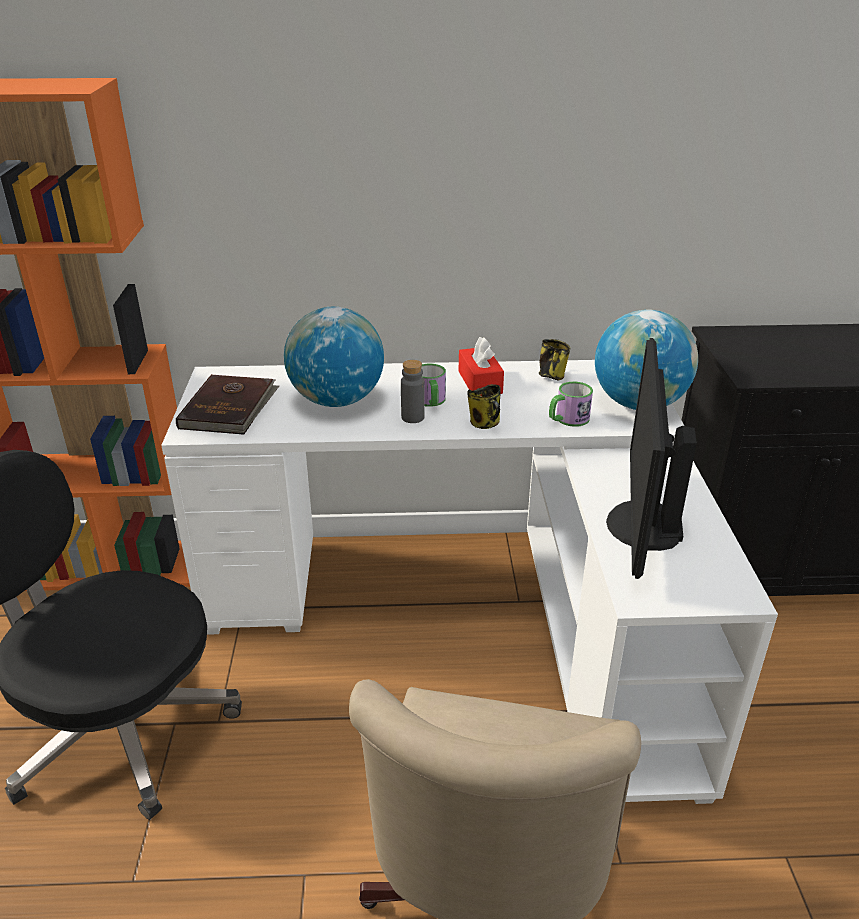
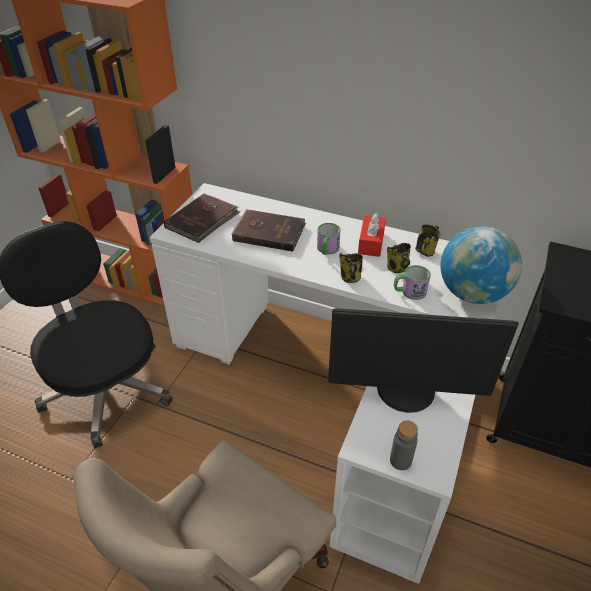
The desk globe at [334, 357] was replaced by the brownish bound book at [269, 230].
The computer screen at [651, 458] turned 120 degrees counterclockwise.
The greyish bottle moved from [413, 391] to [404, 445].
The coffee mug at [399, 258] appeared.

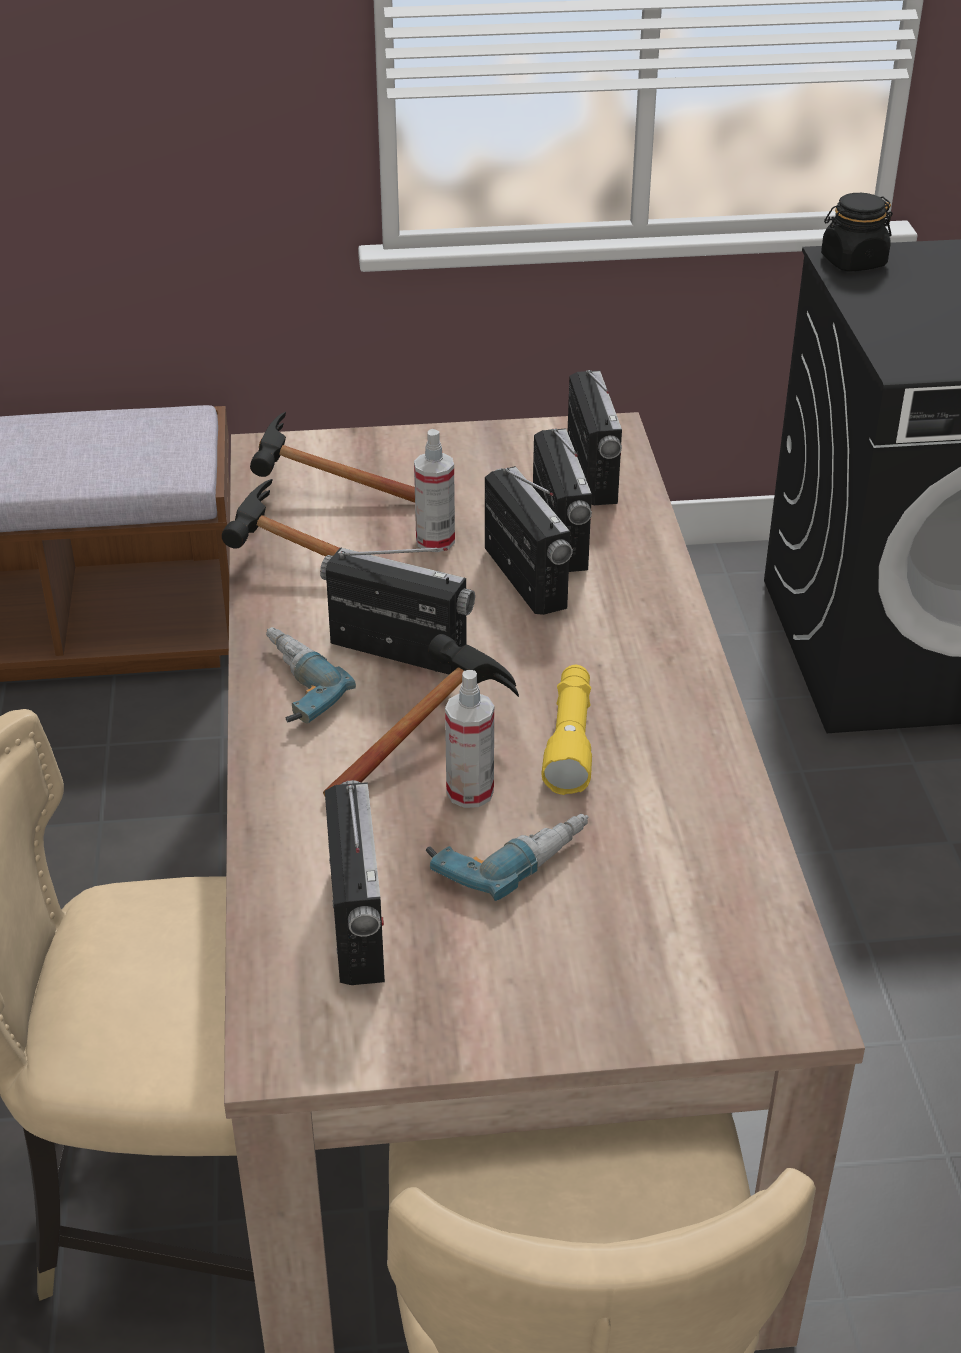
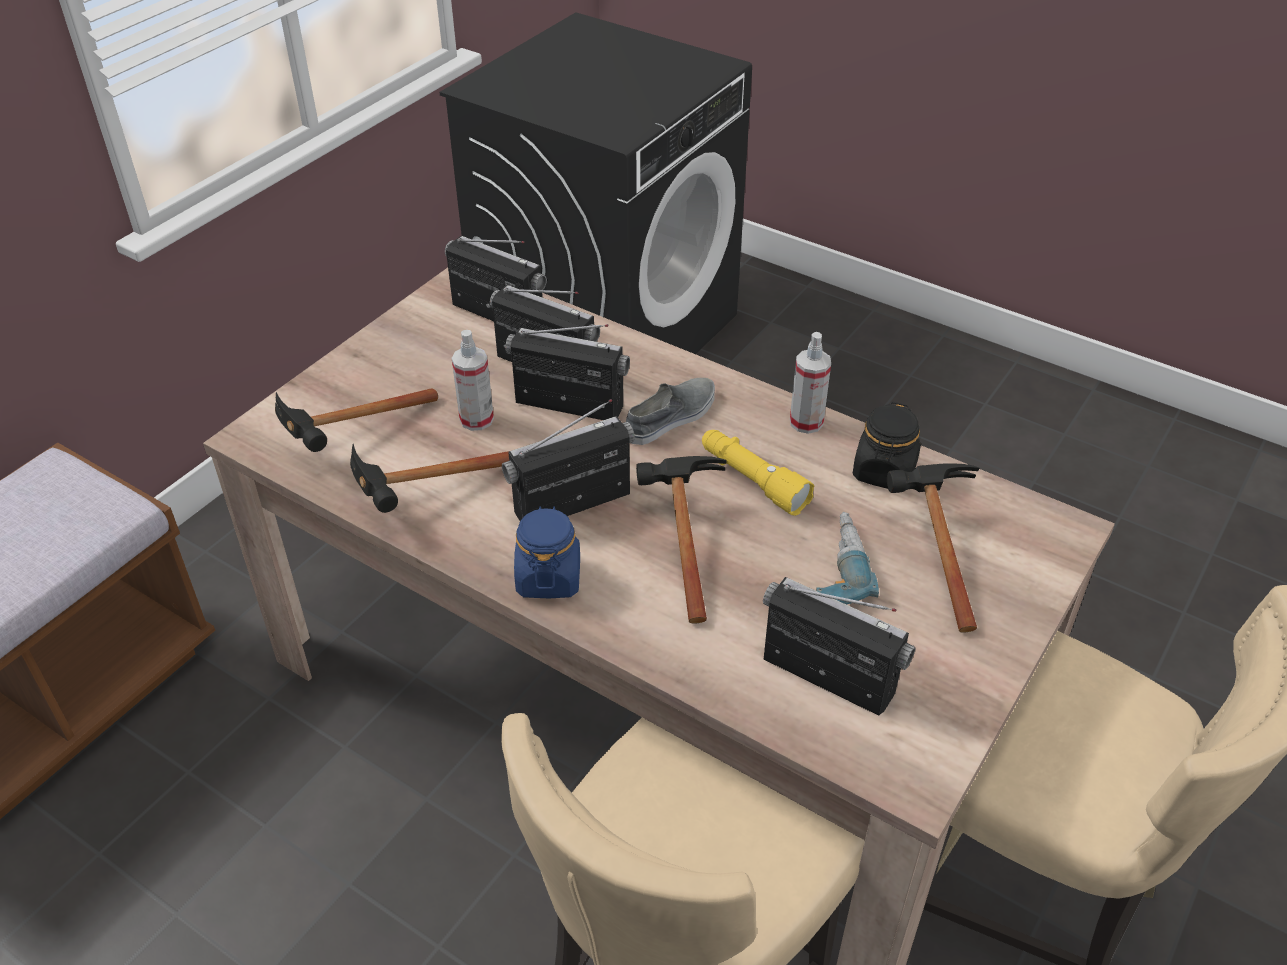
The black-coloured storage jar moved from [857, 232] to [887, 445].
The electric drill at [311, 675] was replaced by the blue storage jar at [547, 552].
The hand sprayer moved from [469, 739] to [810, 383].
The greyish item of footwear at [670, 411] appeared.
The hand hammer at [933, 548] appeared.

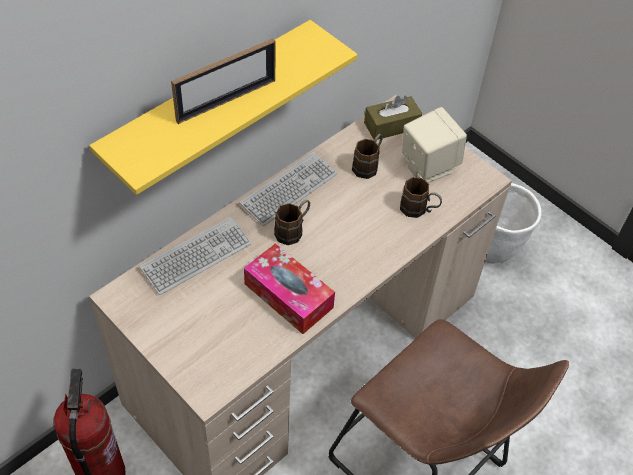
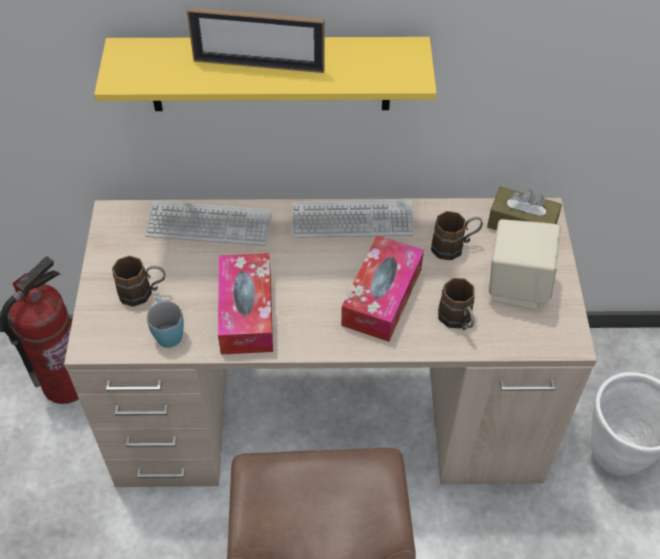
The brownish coffee mug moved from [292, 222] to [138, 281].
The tissue holder at [382, 288] appeared.
The blue coffee mug at [165, 321] appeared.

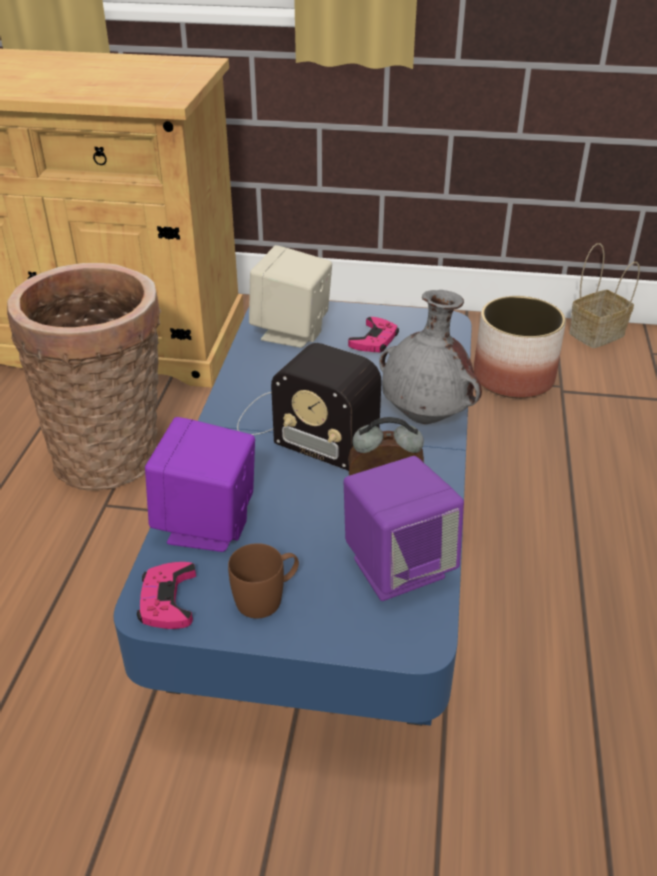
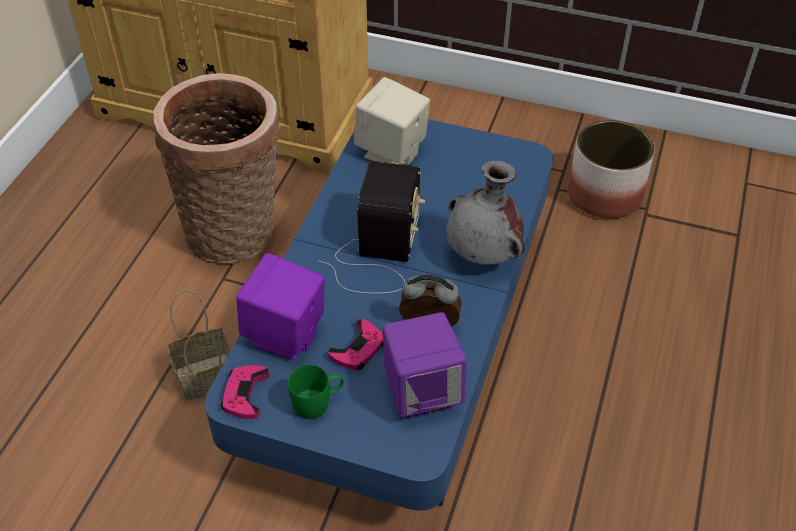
The storage basket moved from [604, 295] to [199, 345].
The pinkish joypad moved from [373, 335] to [355, 344].
The radio at [309, 407] turned 120 degrees counterclockwise.
The brownish coffee mug at [263, 580] became the green coffee mug at [316, 392].

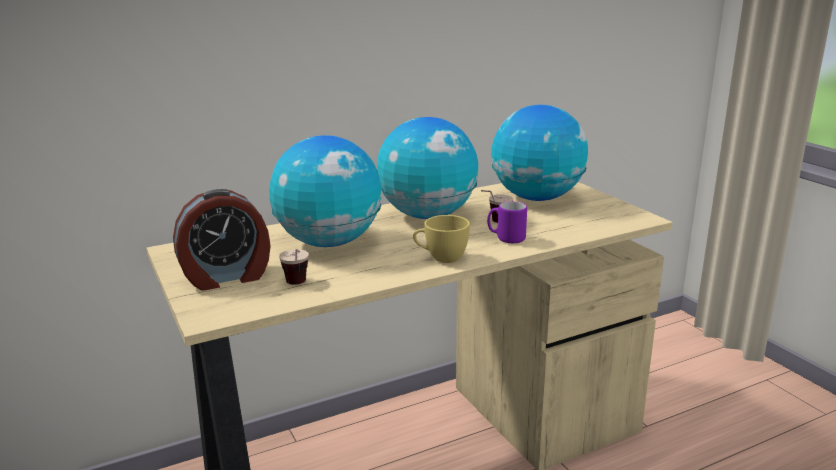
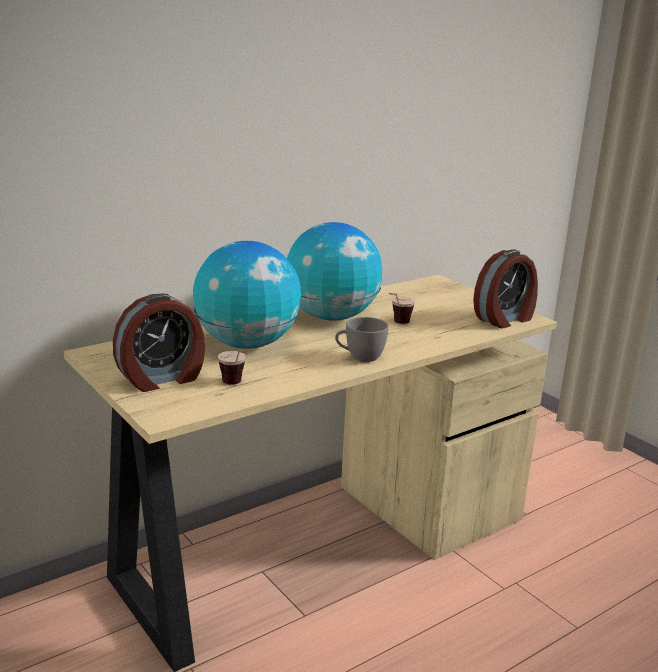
The desk globe at [539, 153] disappeared.
The purple-coloured coffee mug at [507, 222] disappeared.
The yellow-coloured small cup at [441, 239] became the greyish small cup at [362, 339].
The table clock at [505, 288] appeared.

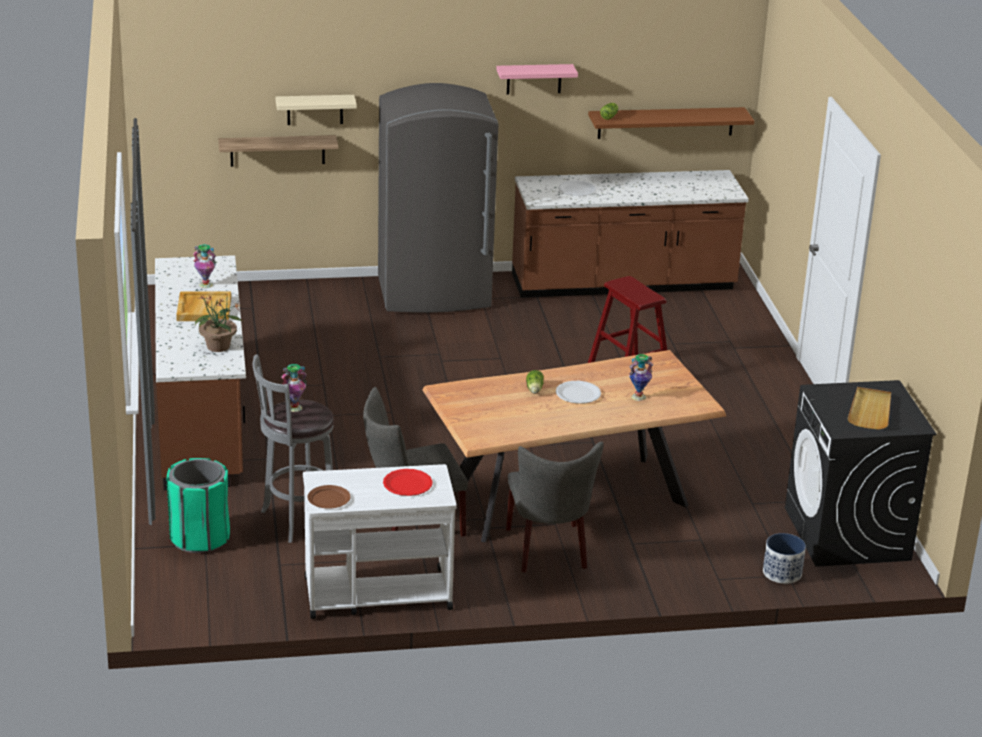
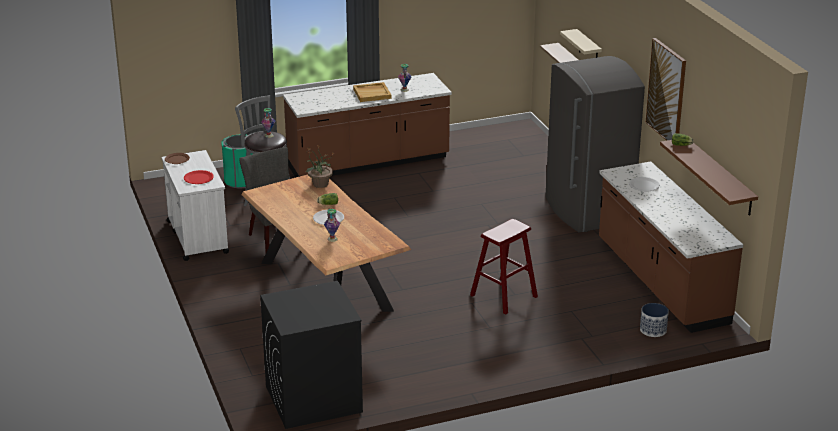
The pinkish wall shelf at [537, 79] was replaced by the wall picture at [666, 89].
The plant in a pot moved from [218, 323] to [319, 166].
The beige-coloured carrying tray at [869, 408] disappeared.
The greyish upright chair at [555, 507] disappeared.
The flower pot moved from [784, 558] to [654, 320].

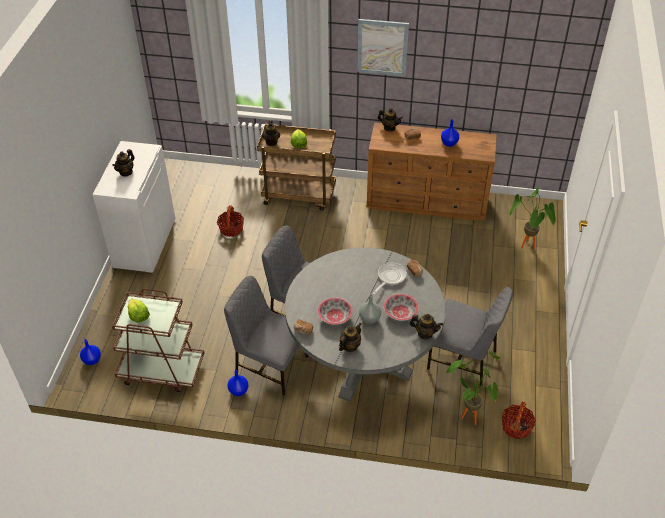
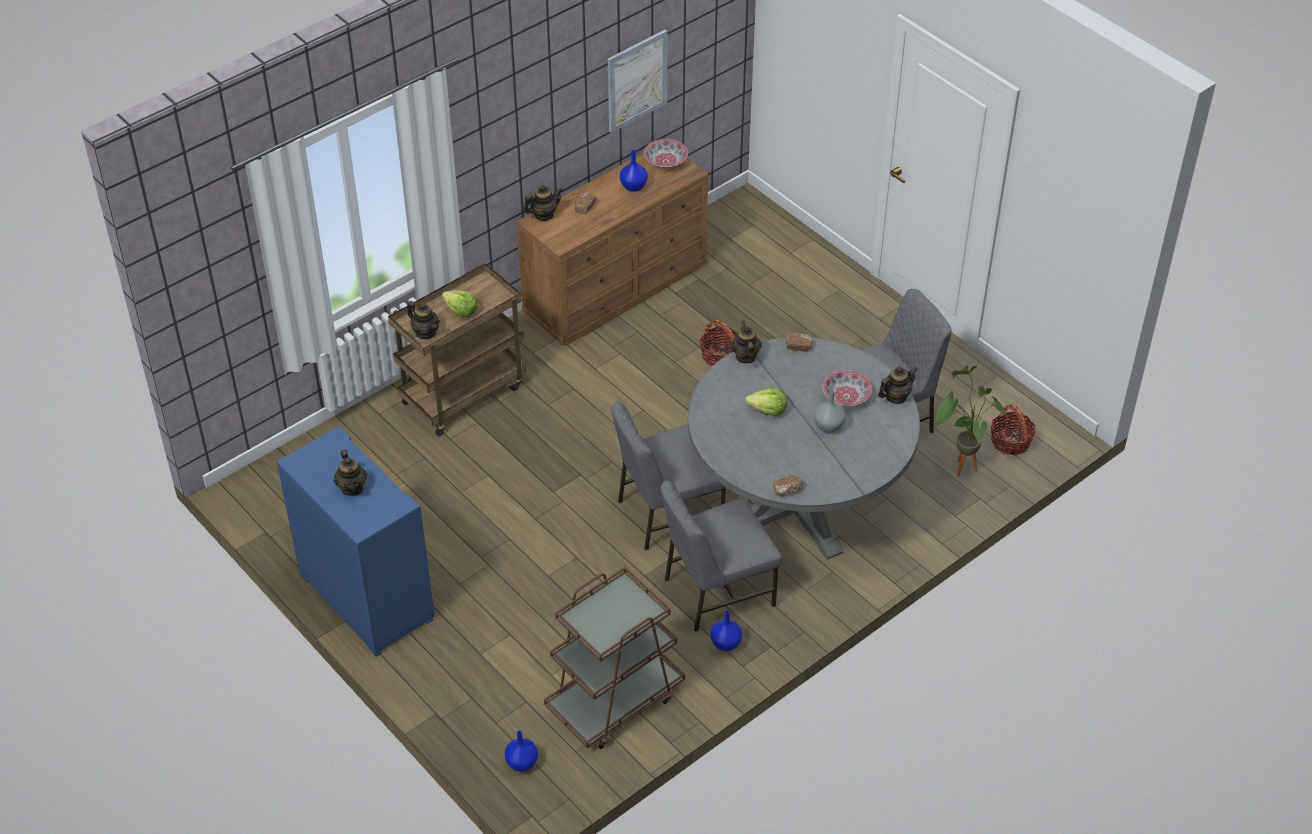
The wall picture moved from [383, 47] to [637, 81].
The white cupboard at [134, 207] became the blue cupboard at [356, 542].
The plant in a pot at [533, 218] disappeared.
The storage basket moved from [230, 221] to [719, 343].
The frying pan at [390, 278] disappeared.
The deep dish moved from [335, 311] to [666, 154].
The lettuce moved from [139, 311] to [766, 403].
The teapot moved from [350, 337] to [746, 342].

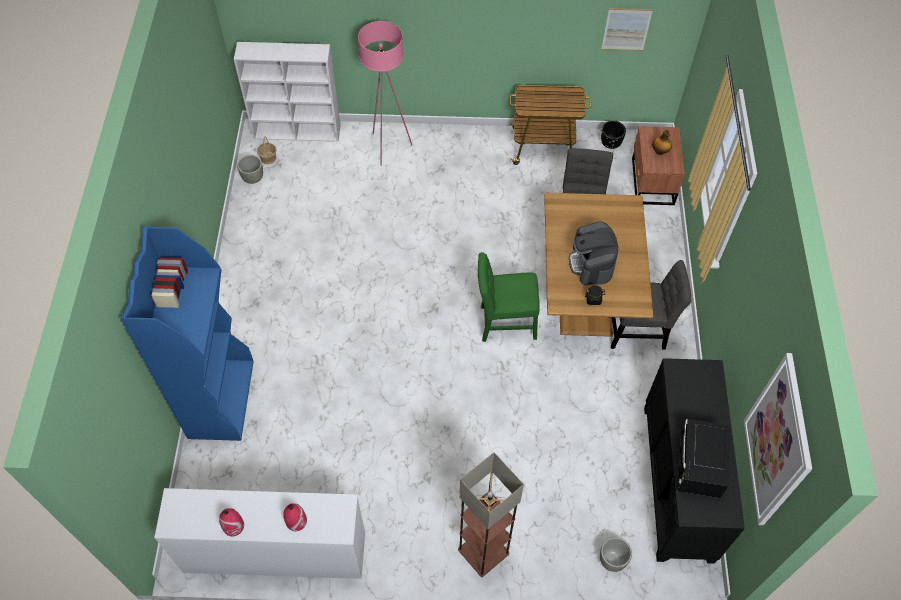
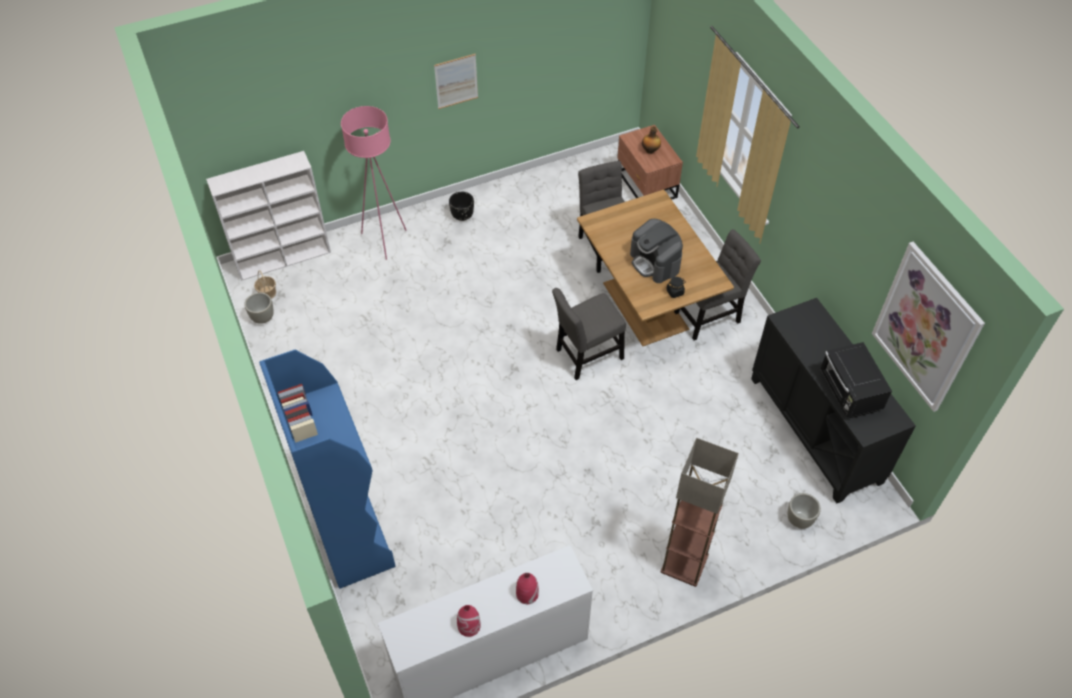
The wall picture moved from [627, 29] to [456, 81].
The wheeled cart at [550, 125] disappeared.
The black-coloured flower pot moved from [613, 135] to [461, 206].
The green upright chair at [509, 297] became the greyish upright chair at [589, 334].

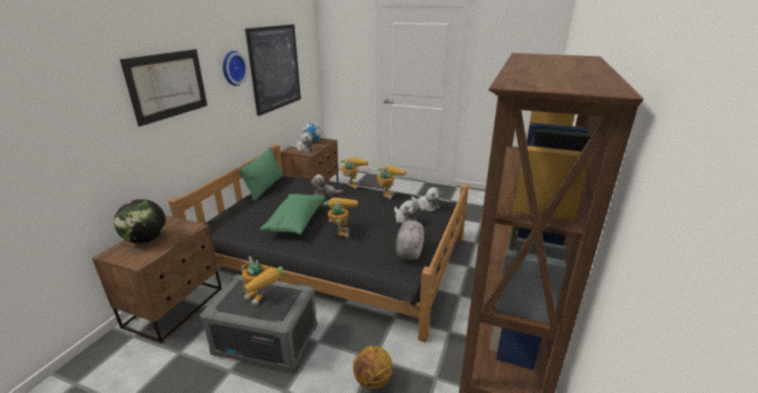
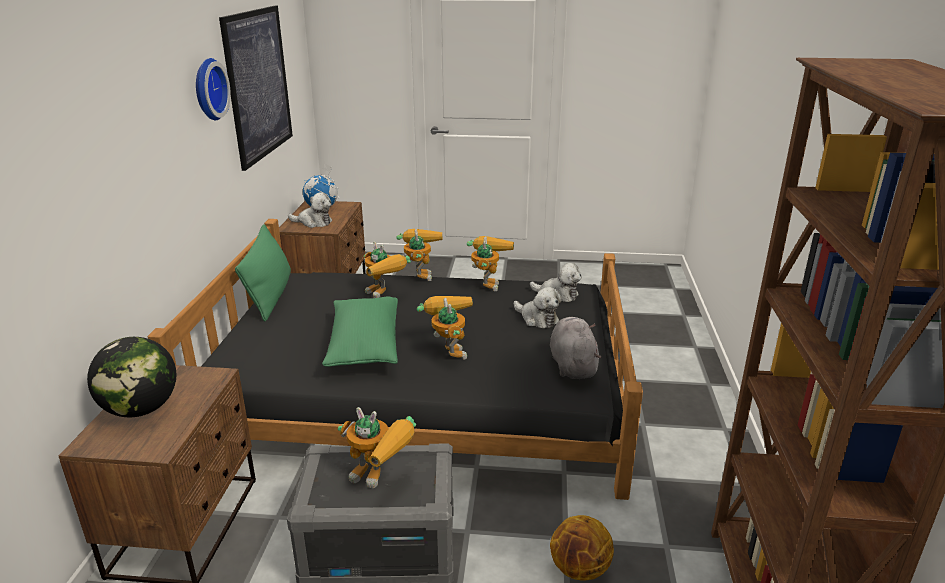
The wall picture at [163, 88] disappeared.
The cuddly toy at [327, 185] was replaced by the toy robot at [387, 269].

